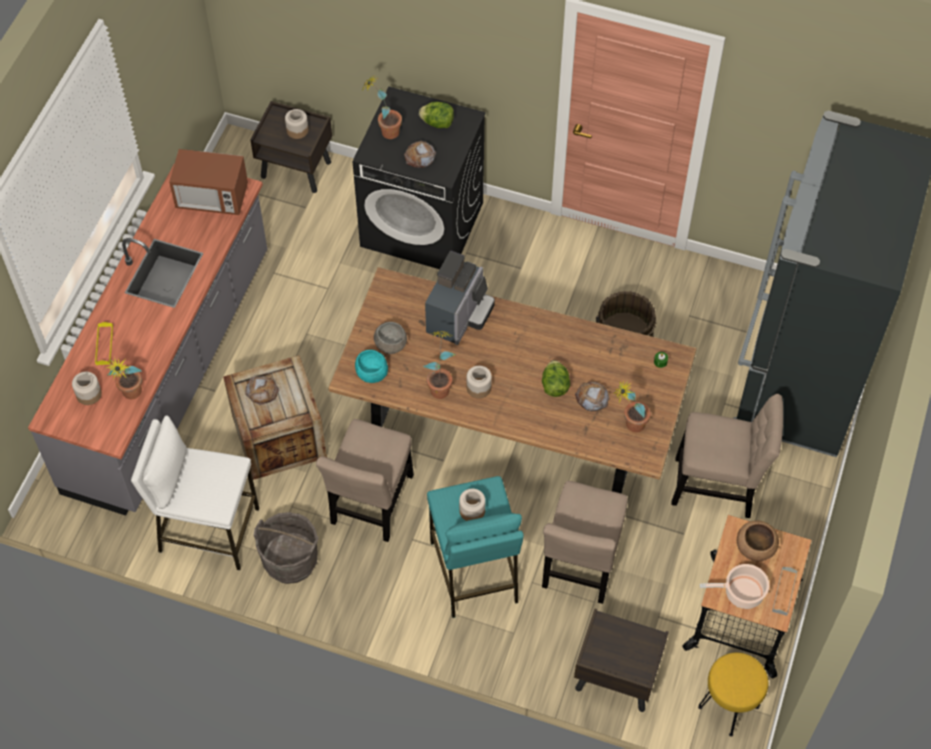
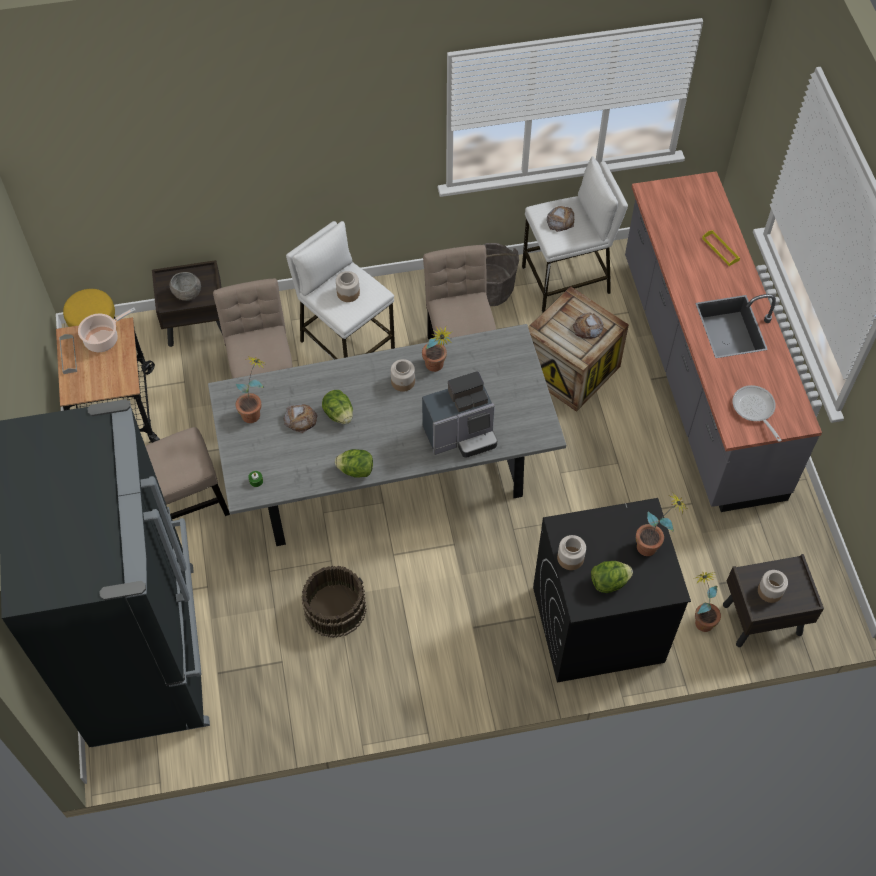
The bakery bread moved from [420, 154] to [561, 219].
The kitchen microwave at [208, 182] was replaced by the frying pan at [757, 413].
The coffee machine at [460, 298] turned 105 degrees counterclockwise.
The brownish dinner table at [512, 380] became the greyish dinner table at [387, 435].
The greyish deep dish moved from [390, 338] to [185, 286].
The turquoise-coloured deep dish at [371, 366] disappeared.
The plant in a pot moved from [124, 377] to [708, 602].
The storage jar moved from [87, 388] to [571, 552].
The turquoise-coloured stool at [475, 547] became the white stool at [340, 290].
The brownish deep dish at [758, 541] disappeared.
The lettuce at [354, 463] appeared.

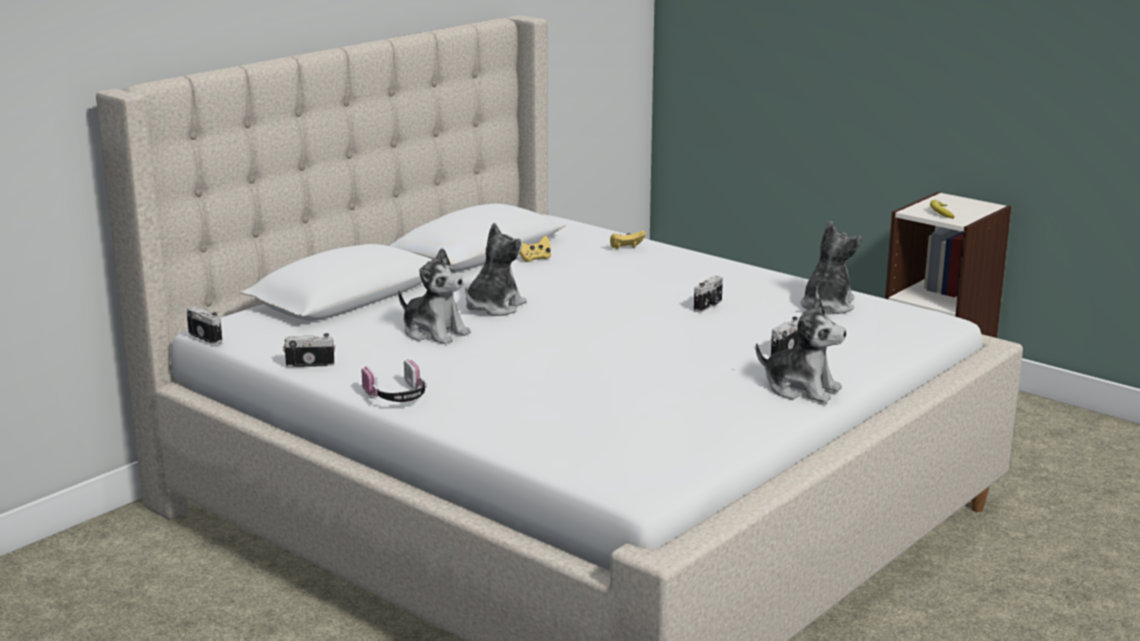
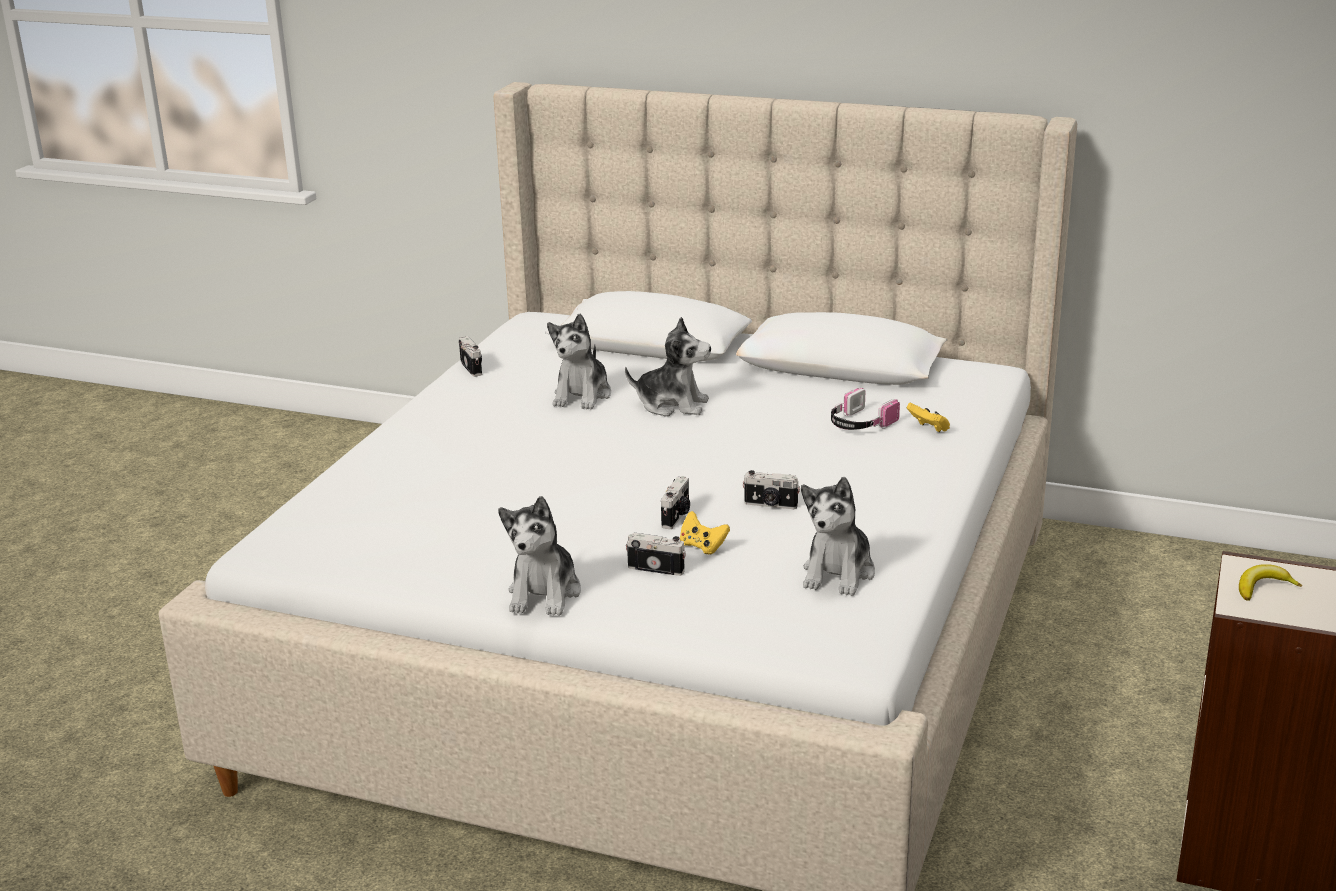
The cuddly toy at [831, 267] turned 105 degrees clockwise.
The yellow-coloured joypad moved from [535, 249] to [705, 532].
The photo camera moved from [204, 325] to [675, 502].
The headset moved from [394, 380] to [865, 409].

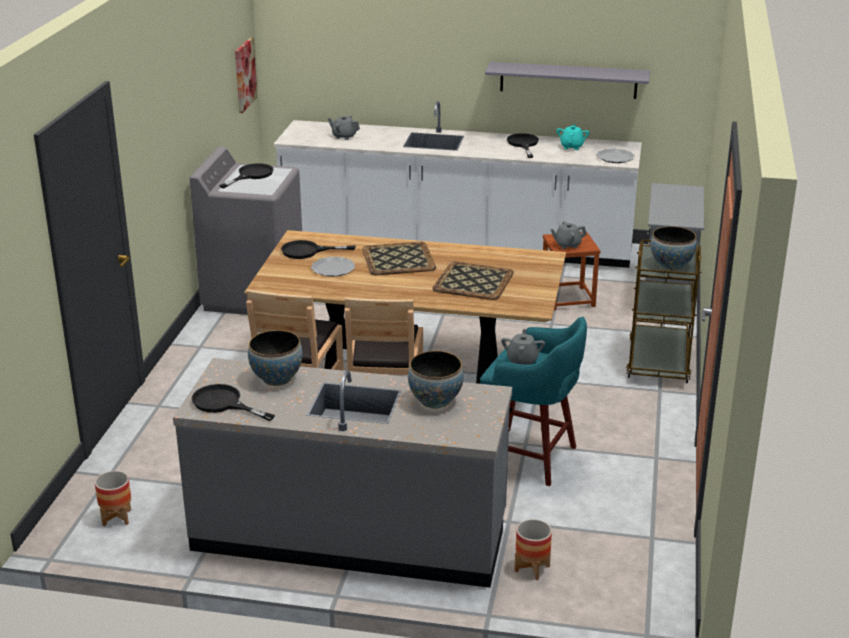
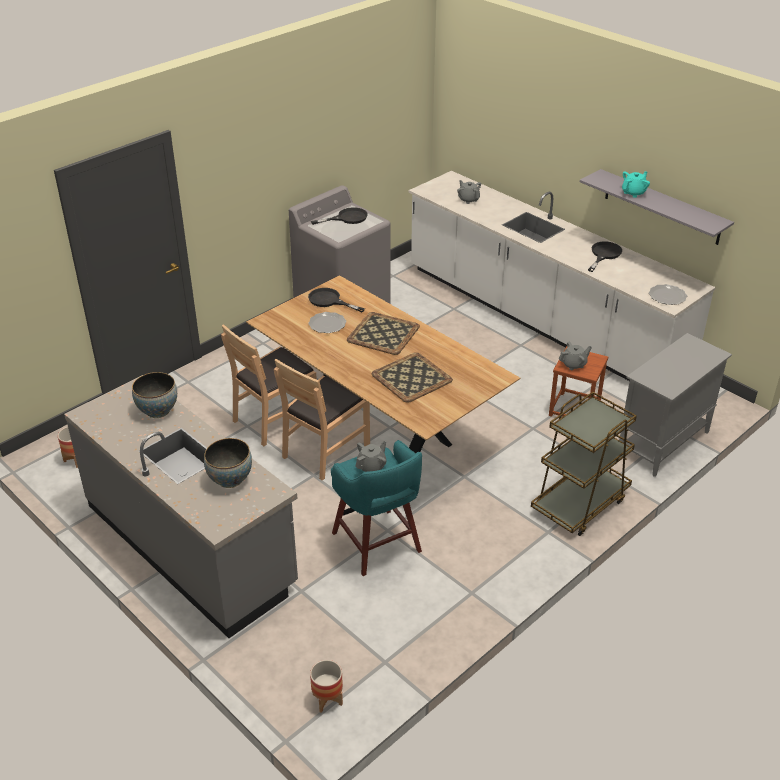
The wall picture at [246, 75] disappeared.
The turquoise-coloured teapot moved from [572, 137] to [636, 184].
The greyish teapot at [568, 235] turned 135 degrees clockwise.
The deep dish at [674, 248] disappeared.
The black-coloured frying pan at [233, 402] disappeared.
The flower pot moved from [533, 549] to [326, 686].

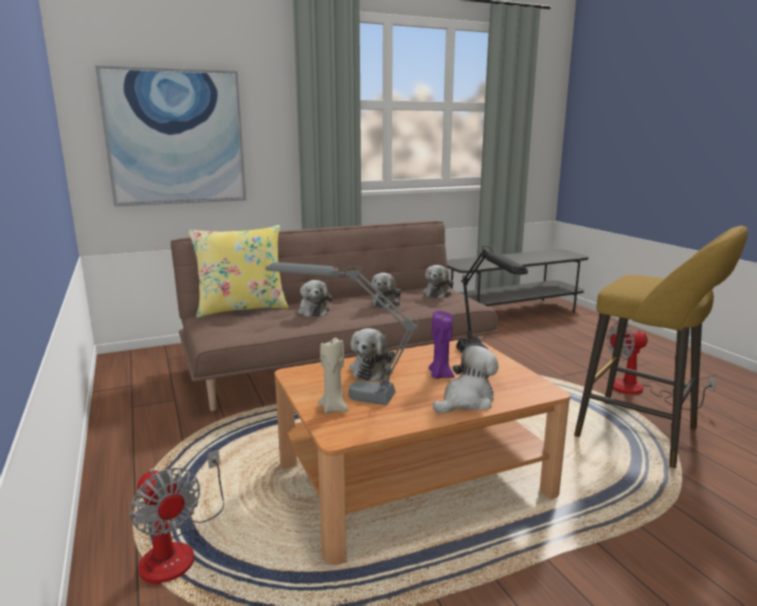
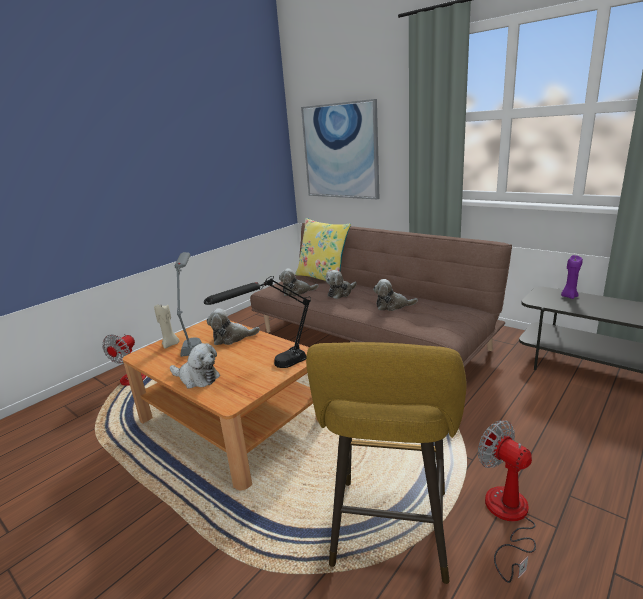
The cuddly toy moved from [438, 281] to [298, 282].
The purple-coloured wax candle moved from [441, 345] to [572, 277].

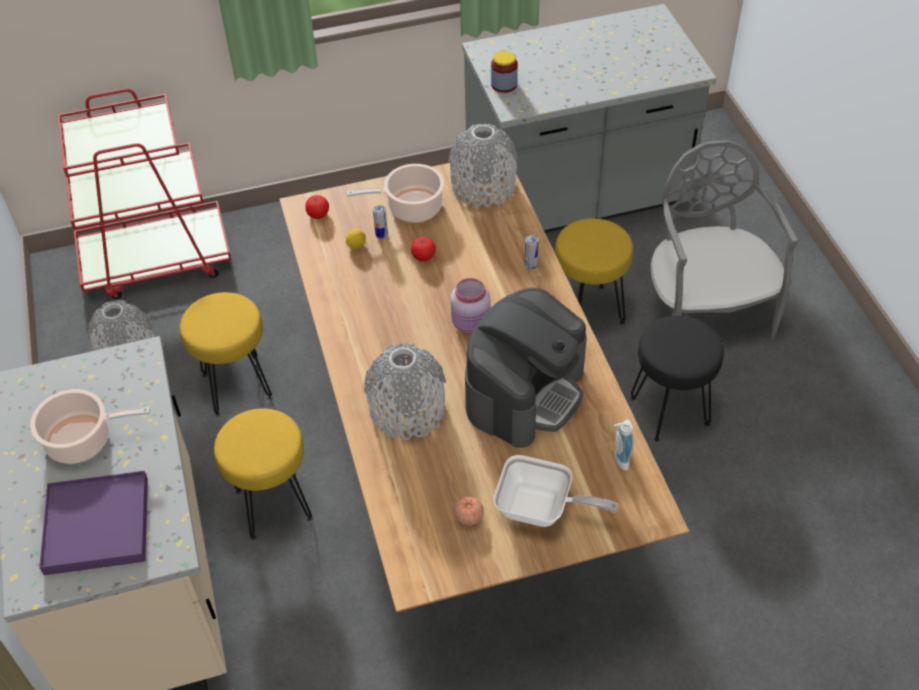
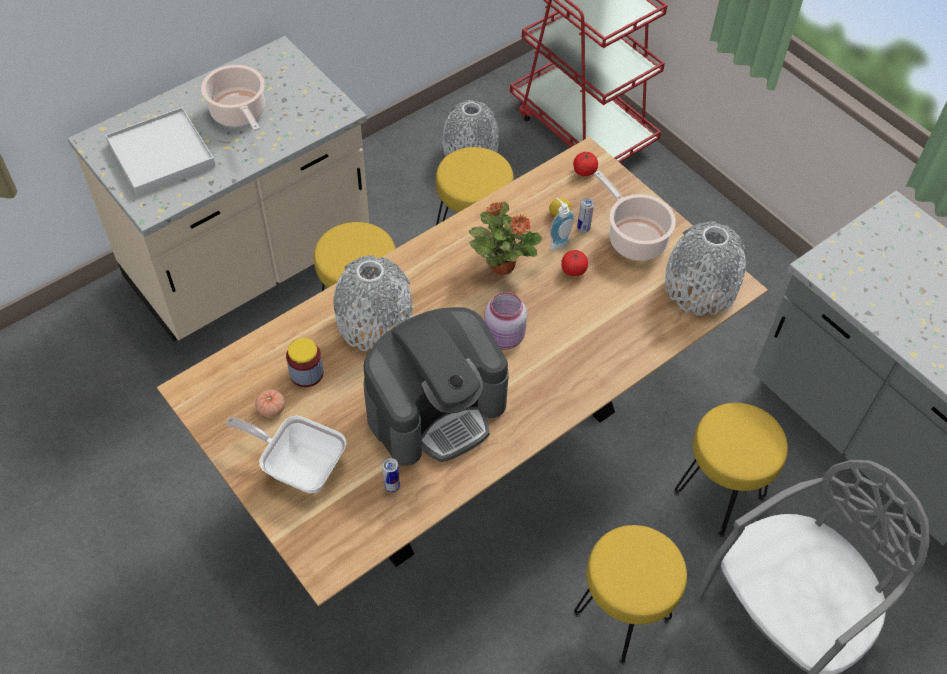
The storage jar moved from [504, 72] to [305, 362].
The metal can moved from [531, 252] to [391, 475].
The coffee machine at [526, 368] turned 45 degrees counterclockwise.
The black-coloured stool at [677, 379] became the yellow-coloured stool at [630, 594].
The liquid soap bottle moved from [624, 445] to [562, 224].
The frying pan at [556, 491] turned 120 degrees clockwise.
The purple-coloured carrying tray at [93, 523] became the white carrying tray at [160, 152].
The plant in a pot at [506, 238] appeared.

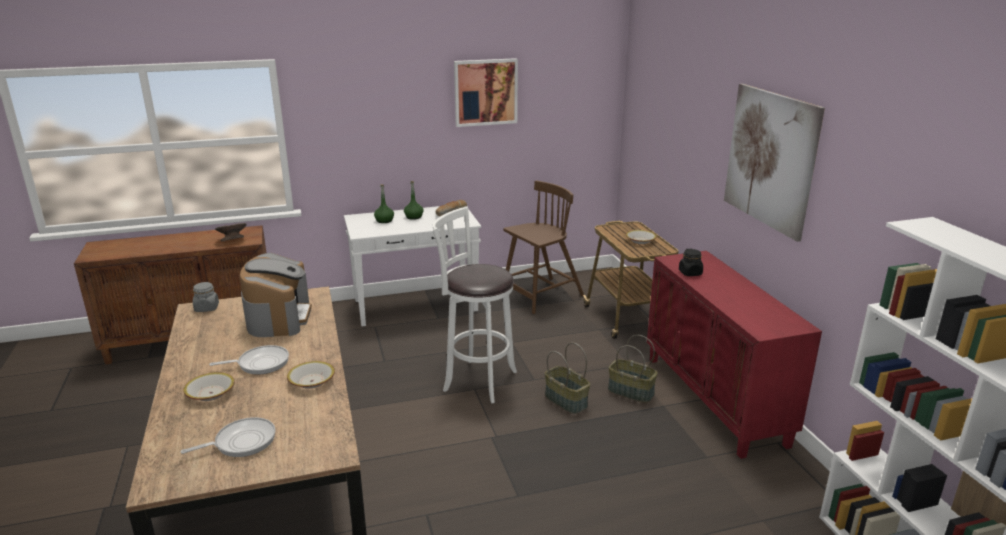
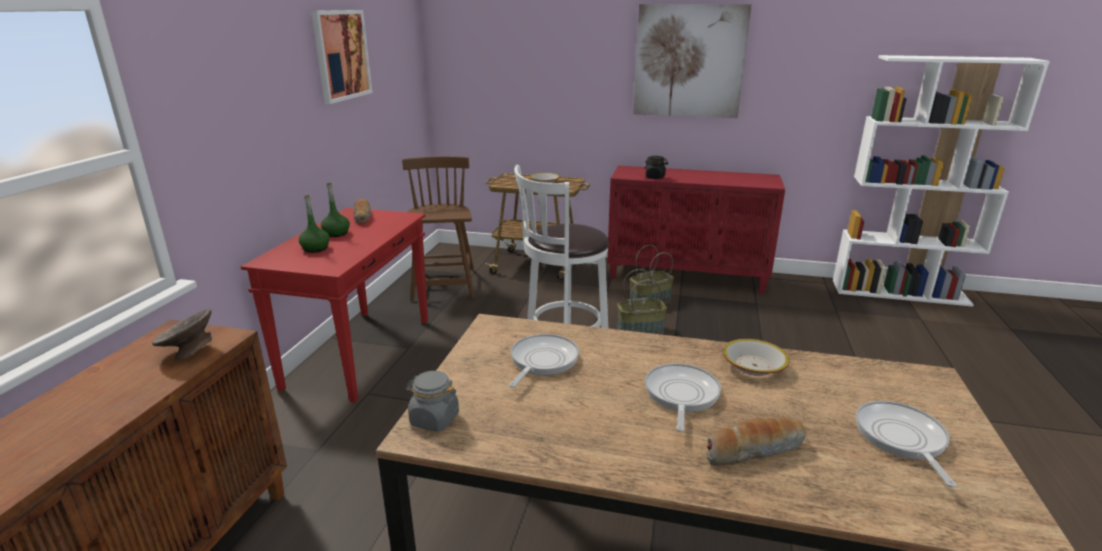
The white hall table at [412, 266] became the reddish hall table at [334, 305].
The coffee machine at [275, 295] was replaced by the frying pan at [544, 361].
The deep dish at [209, 386] was replaced by the bakery bread at [756, 441].

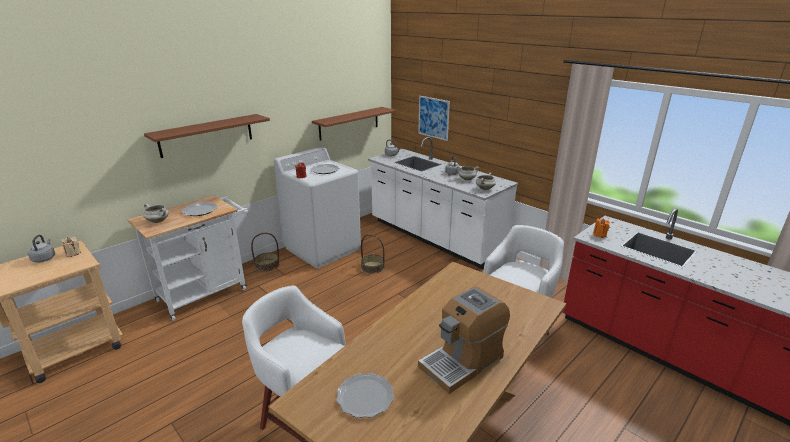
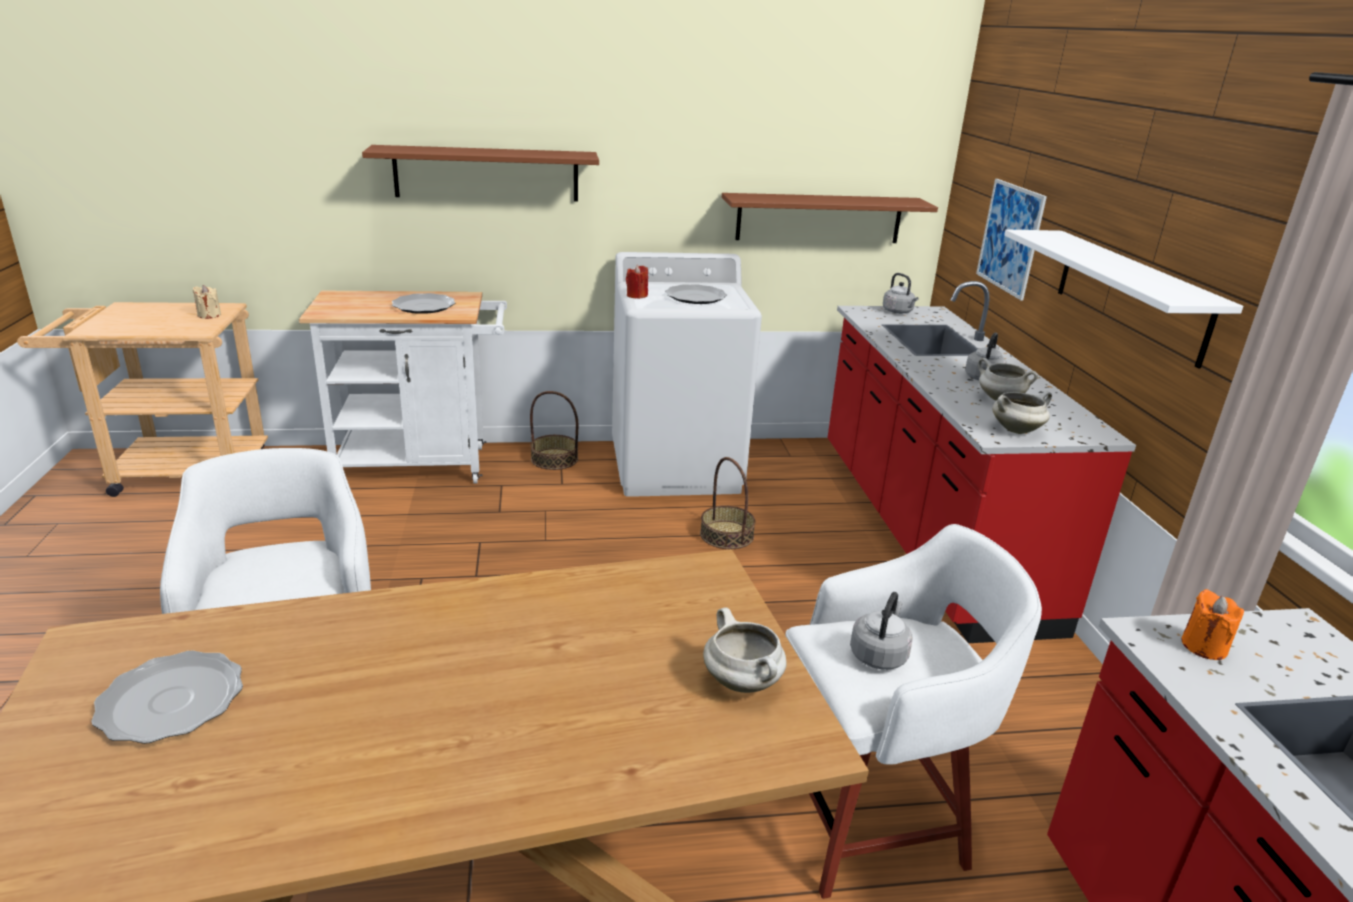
The white kitchen counter at [443, 203] became the reddish kitchen counter at [982, 462].
The white stockpot moved from [156, 213] to [744, 650].
The greyish tea kettle moved from [41, 248] to [881, 630].
The coffee machine at [464, 340] disappeared.
The white wall shelf at [1123, 299] appeared.

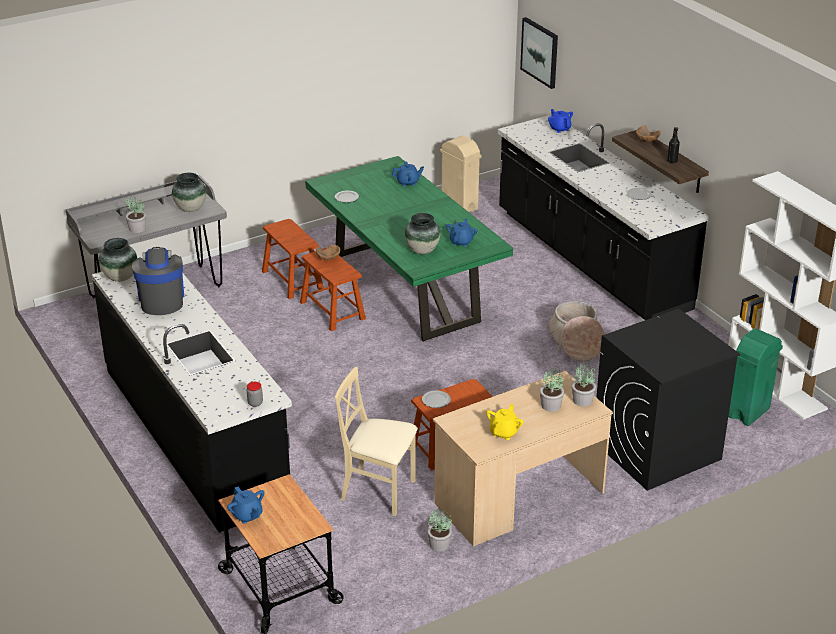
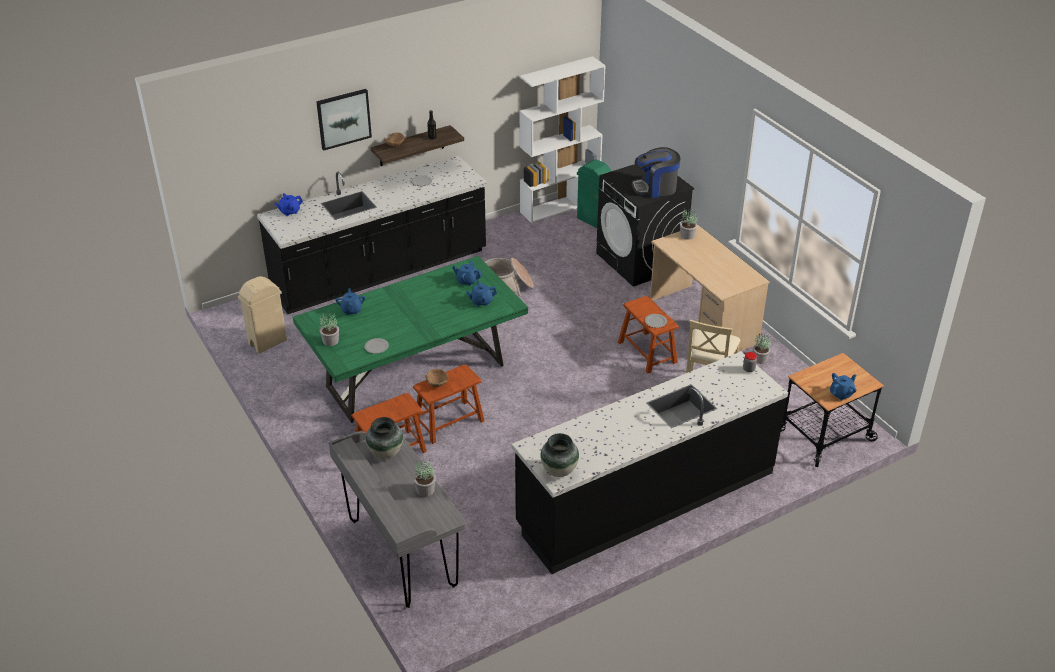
The wall picture moved from [539, 53] to [344, 120].
The vase at [422, 233] was replaced by the blue teapot at [481, 294].
The coffee machine moved from [158, 281] to [656, 172].
The plant in a pot moved from [552, 390] to [329, 329].
The yellow-coloured teapot at [504, 422] disappeared.

